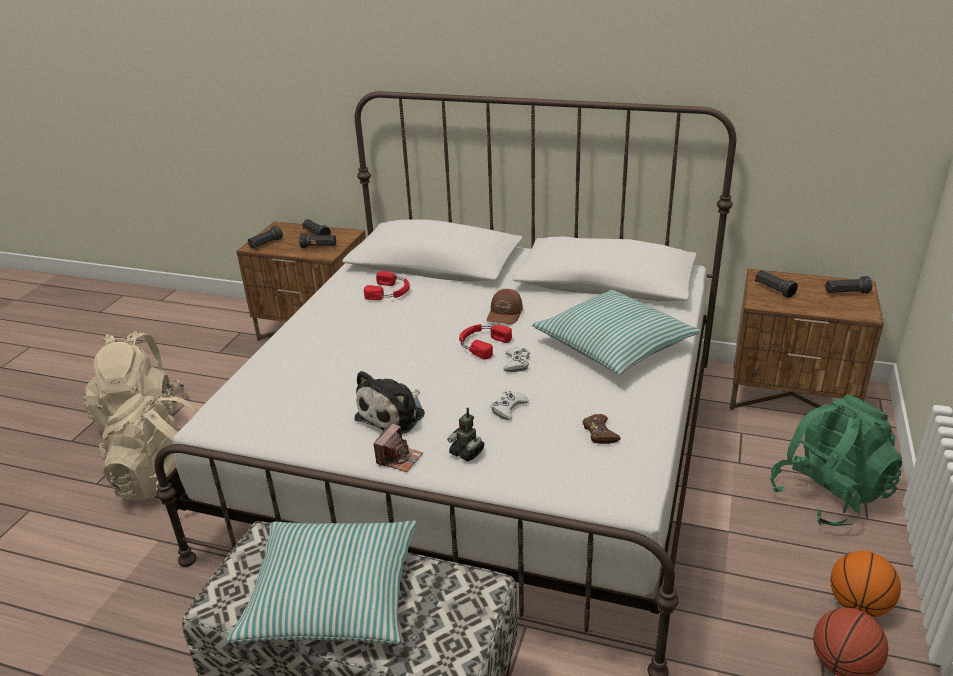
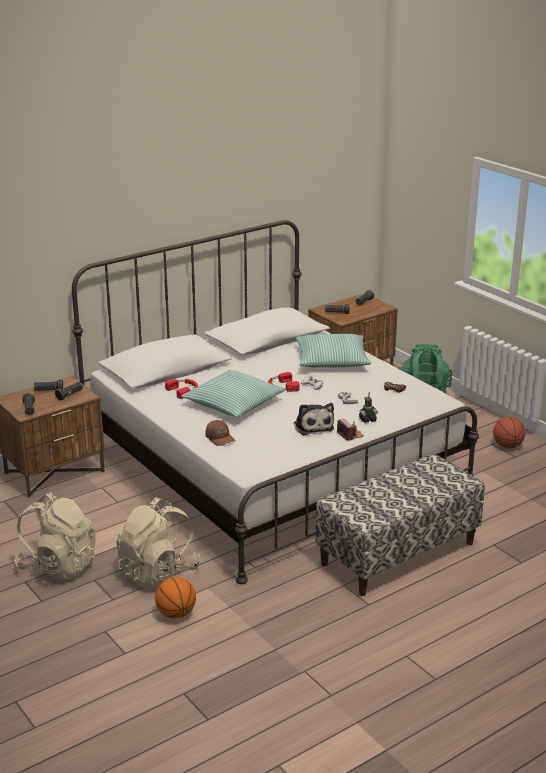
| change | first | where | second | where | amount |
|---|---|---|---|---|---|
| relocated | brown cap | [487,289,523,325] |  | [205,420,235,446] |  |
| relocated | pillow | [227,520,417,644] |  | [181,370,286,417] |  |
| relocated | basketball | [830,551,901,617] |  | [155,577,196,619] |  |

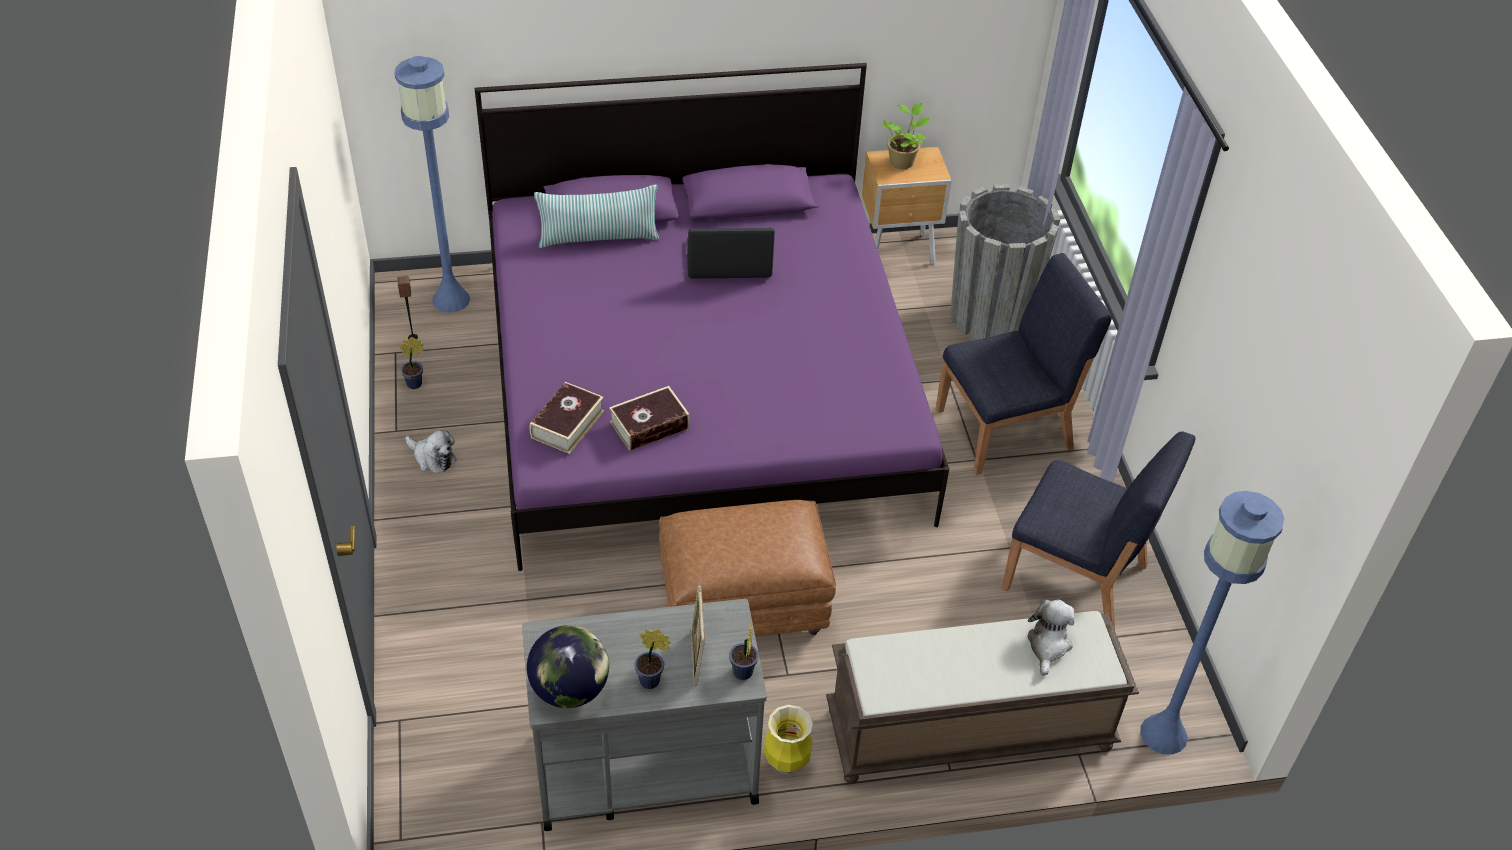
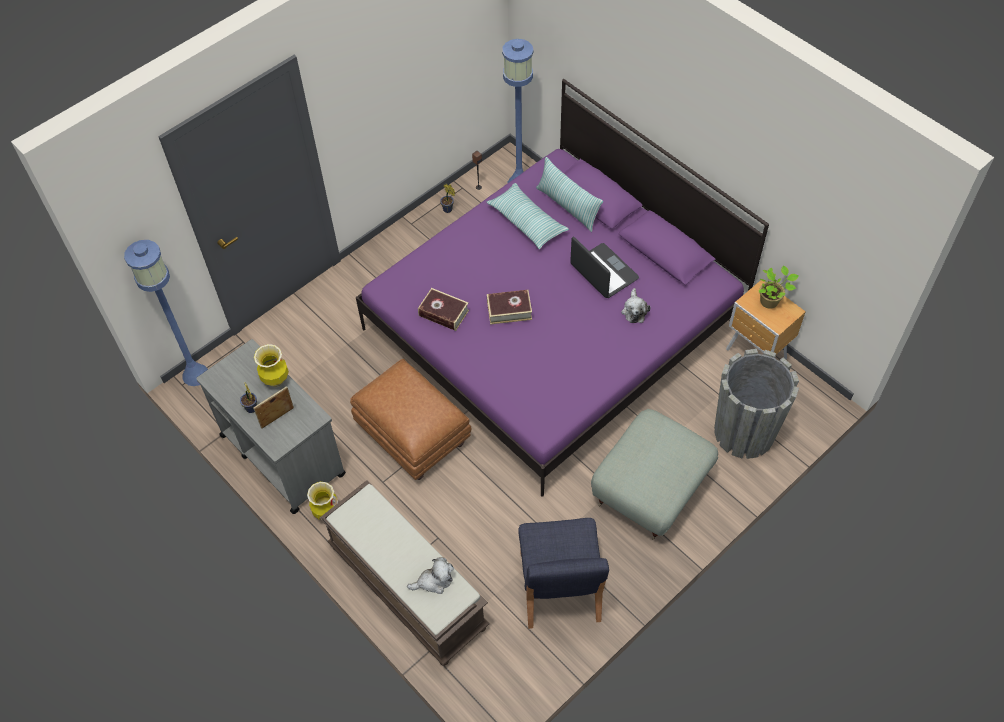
| change | first | where | second | where | amount |
|---|---|---|---|---|---|
| exchanged | blue chair | [936,253,1112,475] | grey ottoman | [591,409,718,540] |  |
| relocated | book | [529,382,604,454] |  | [487,290,532,325] |  |
| relocated | plush toy | [405,430,457,473] |  | [621,288,650,323] |  |
| relocated | blue floor lamp | [1140,491,1285,755] |  | [124,240,208,386] |  |
| missing | potted plant | [729,623,759,680] |  |  |  |
| missing | globe | [527,625,609,708] |  |  |  |
| appeared |  |  | pillow | [487,183,569,249] |  |
| appeared |  |  | vase | [254,344,289,387] |  |

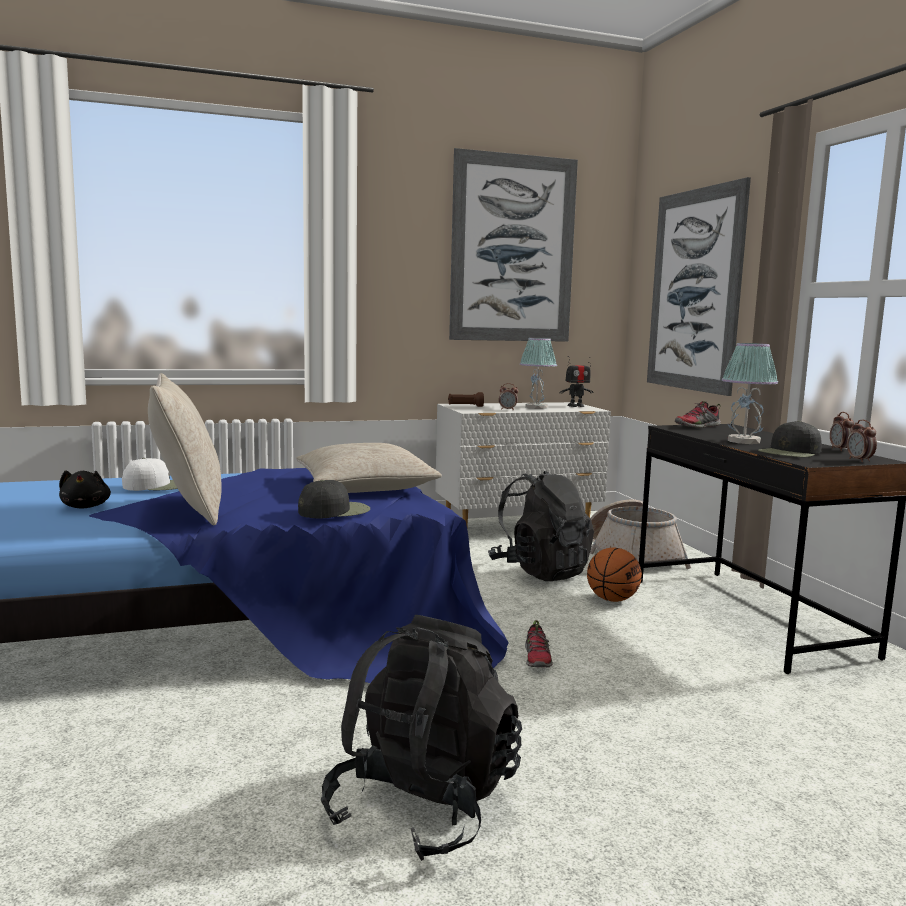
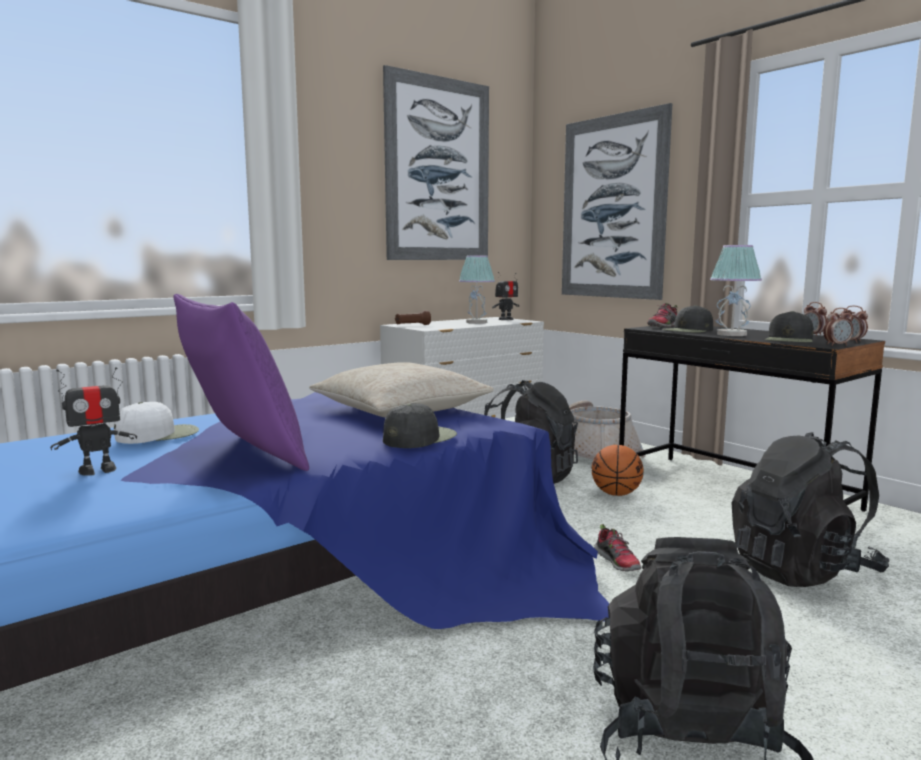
| change | first | where | second | where | amount |
|---|---|---|---|---|---|
| colour | beige pillow | [148,373,222,525] | purple pillow | [174,294,309,471] |  |
| relocated | alarm clock | [499,383,518,410] |  | [823,308,854,346] |  |
| exchanged | black plush toy | [59,470,111,508] | toy robot | [50,367,137,476] |  |
| appeared |  |  | black cap | [662,305,713,333] |  |
| appeared |  |  | black backpack | [732,432,889,587] |  |

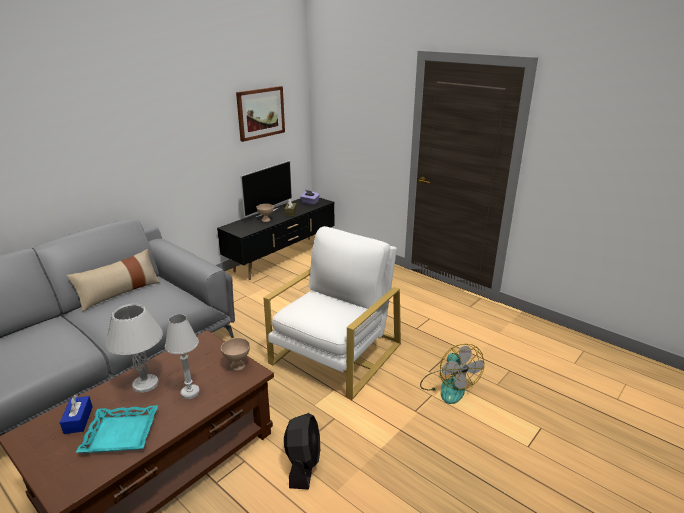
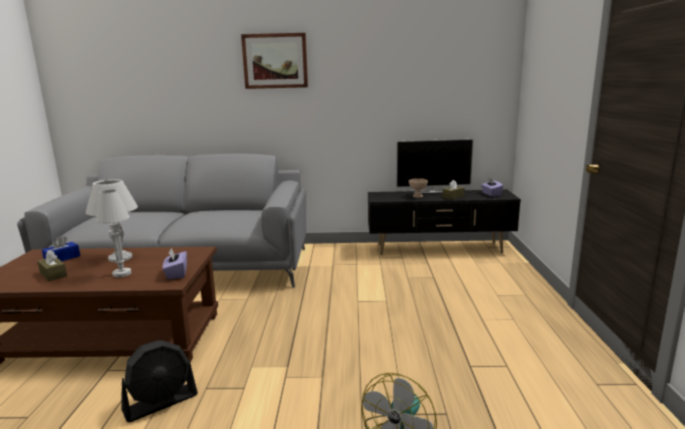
| change | first | where | second | where | amount |
|---|---|---|---|---|---|
| relocated | picture | [236,86,285,142] |  | [241,33,308,89] |  |
| missing | white armchair | [264,226,401,400] |  |  |  |
| missing | beige pillow | [67,249,160,312] |  |  |  |
| exchanged | beige bowl | [221,338,250,371] | purple tissue box | [163,248,187,279] |  |
| exchanged | turquoise tray | [75,405,158,453] | brown tissue box | [37,250,67,281] |  |

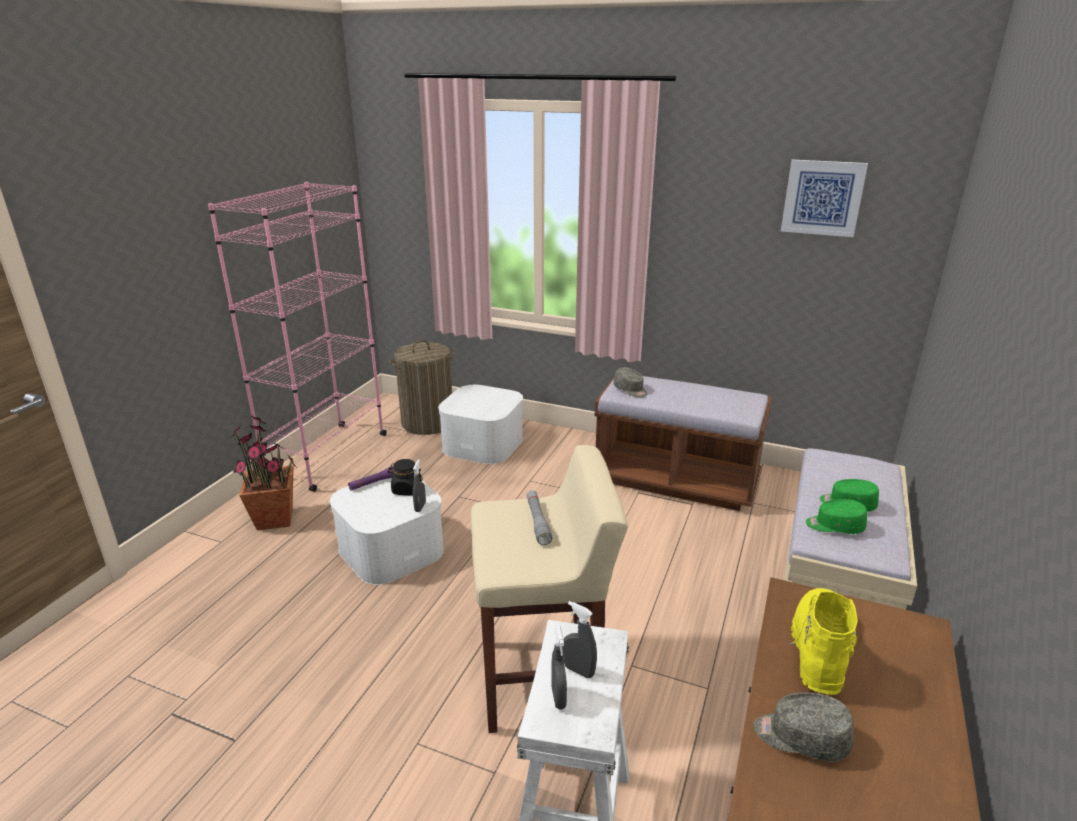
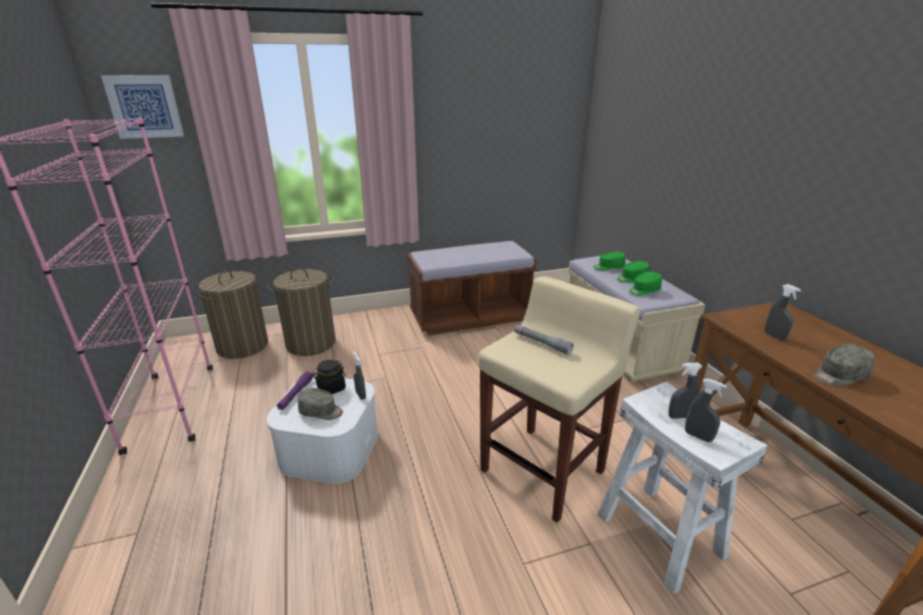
| change | first | where | second | where | amount |
|---|---|---|---|---|---|
| relocated | picture | [781,160,868,237] |  | [101,75,184,139] |  |
| relocated | grey cap | [613,367,647,397] |  | [298,388,343,420] |  |
| exchanged | white storage box | [438,385,523,464] | laundry basket | [267,268,335,356] |  |
| missing | potted plant | [231,415,296,531] |  |  |  |
| exchanged | yellow boot | [789,588,858,695] | grey spray bottle | [765,284,801,340] |  |
| appeared |  |  | green cap | [593,252,626,270] |  |

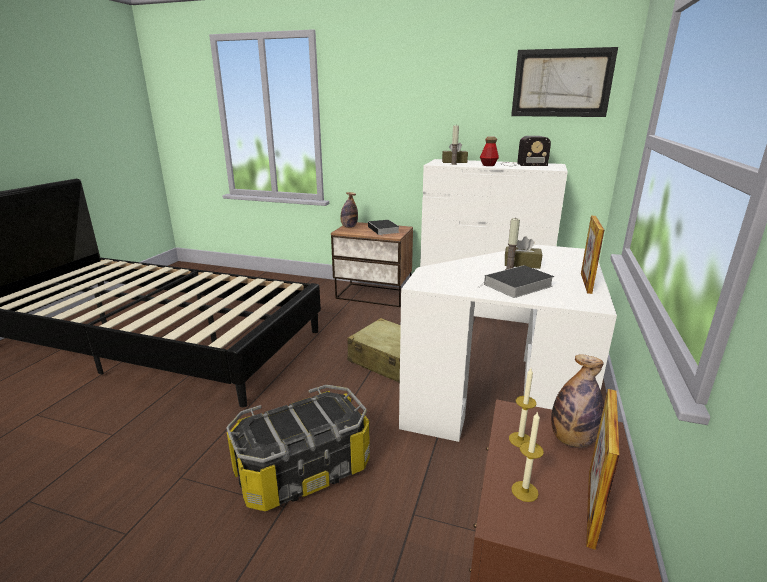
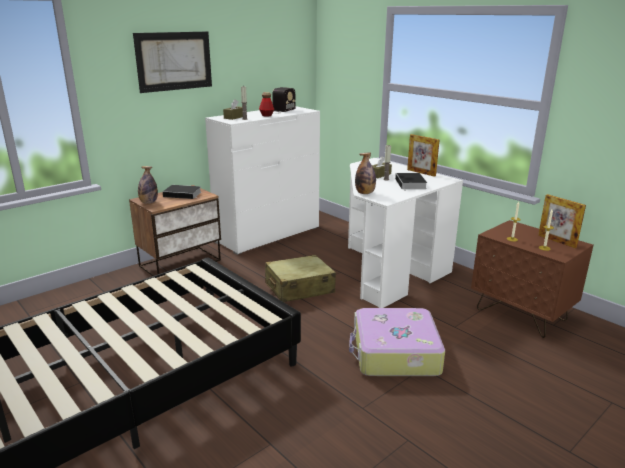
| change | first | where | second | where | amount |
|---|---|---|---|---|---|
| relocated | picture | [511,47,618,117] |  | [133,32,212,93] |  |
| relocated | bottle | [551,354,604,448] |  | [355,153,376,194] |  |
| exchanged | storage box | [226,385,370,511] | suitcase | [349,308,445,376] |  |

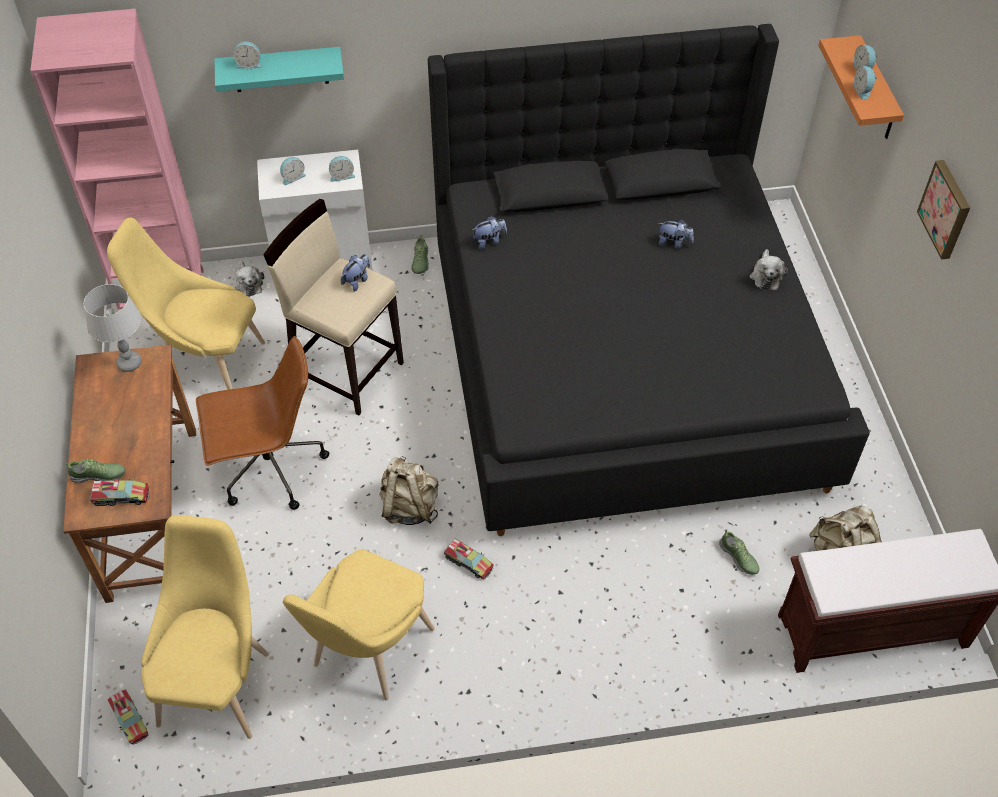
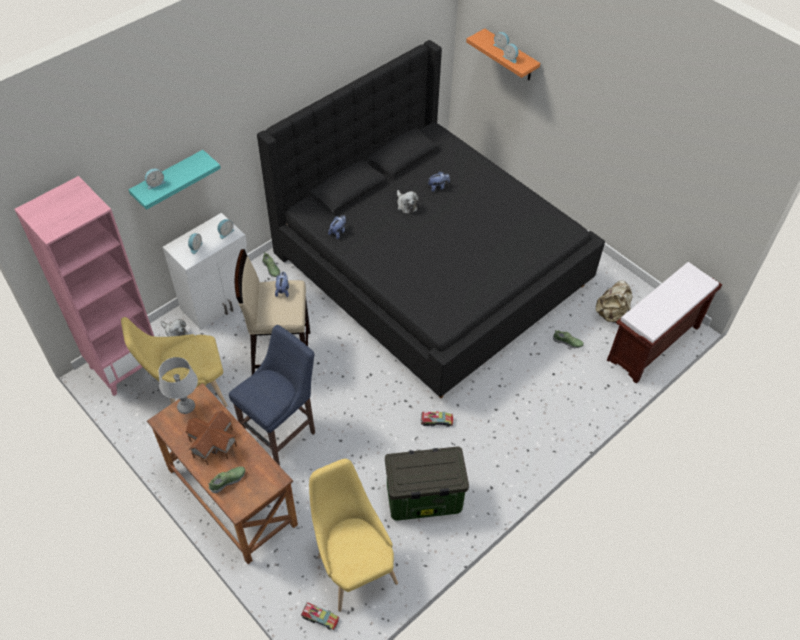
| change | first | where | second | where | amount |
|---|---|---|---|---|---|
| missing | picture | [917,160,970,260] |  |  |  |
| relocated | plush toy | [750,249,788,290] |  | [397,190,419,214] |  |
| exchanged | brown office chair | [196,336,329,510] | blue stool | [229,325,315,466] |  |
| missing | beige backpack | [379,456,439,525] |  |  |  |
| missing | toy truck | [90,479,150,506] |  |  |  |
| exchanged | yellow chair | [283,549,435,700] | storage box | [385,446,469,520] |  |
| appeared |  |  | toy house | [185,410,237,465] |  |

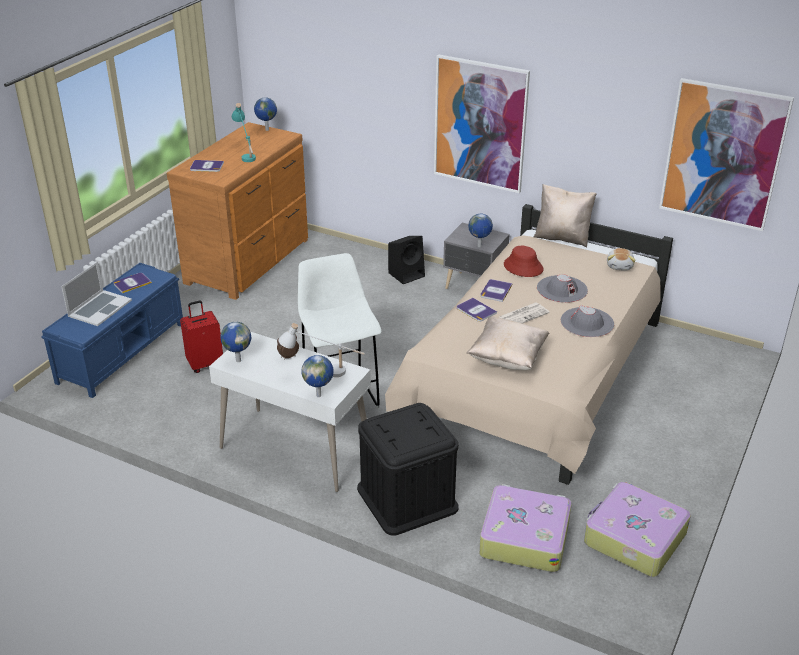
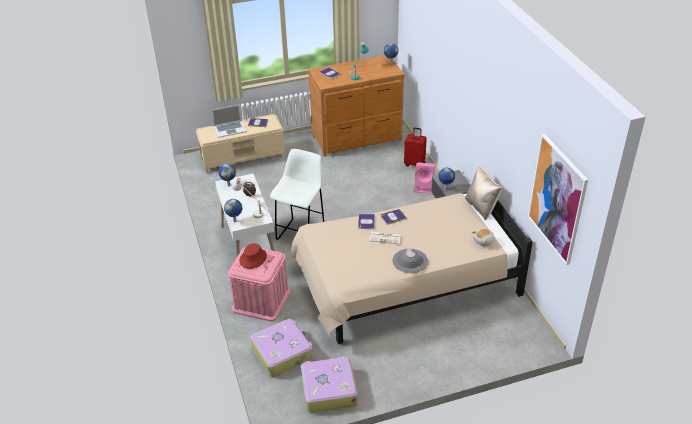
| change | first | where | second | where | amount |
|---|---|---|---|---|---|
| missing | picture | [434,54,530,193] |  |  |  |
| colour | black speaker | [388,236,425,284] | pink speaker | [414,162,435,194] |  |
| relocated | red hat | [504,246,543,277] |  | [239,243,267,269] |  |
| colour | blue bench | [41,263,183,398] | beige bench | [196,114,285,174] |  |
| missing | grey hat | [537,274,588,303] |  |  |  |
| relocated | red suitcase | [180,300,223,373] |  | [404,128,427,167] |  |
| missing | beige pillow | [467,317,549,370] |  |  |  |
| colour | black storage box | [357,403,459,536] | pink storage box | [228,247,290,321] |  |

